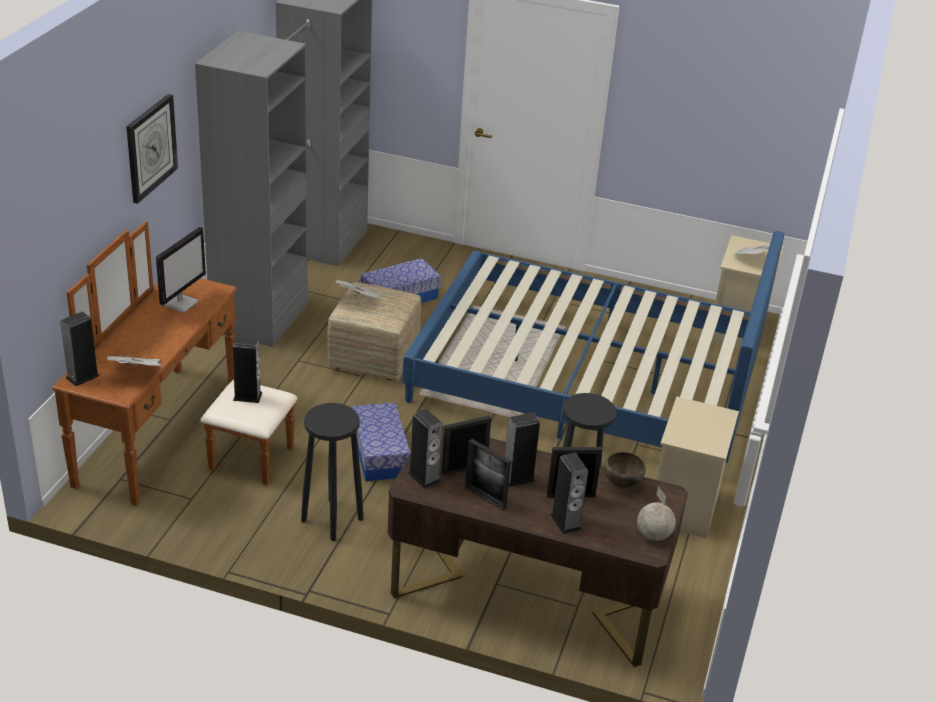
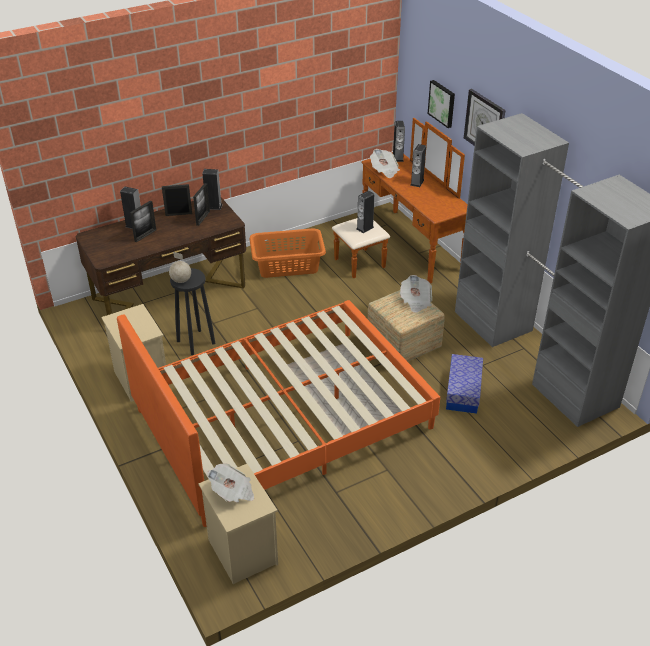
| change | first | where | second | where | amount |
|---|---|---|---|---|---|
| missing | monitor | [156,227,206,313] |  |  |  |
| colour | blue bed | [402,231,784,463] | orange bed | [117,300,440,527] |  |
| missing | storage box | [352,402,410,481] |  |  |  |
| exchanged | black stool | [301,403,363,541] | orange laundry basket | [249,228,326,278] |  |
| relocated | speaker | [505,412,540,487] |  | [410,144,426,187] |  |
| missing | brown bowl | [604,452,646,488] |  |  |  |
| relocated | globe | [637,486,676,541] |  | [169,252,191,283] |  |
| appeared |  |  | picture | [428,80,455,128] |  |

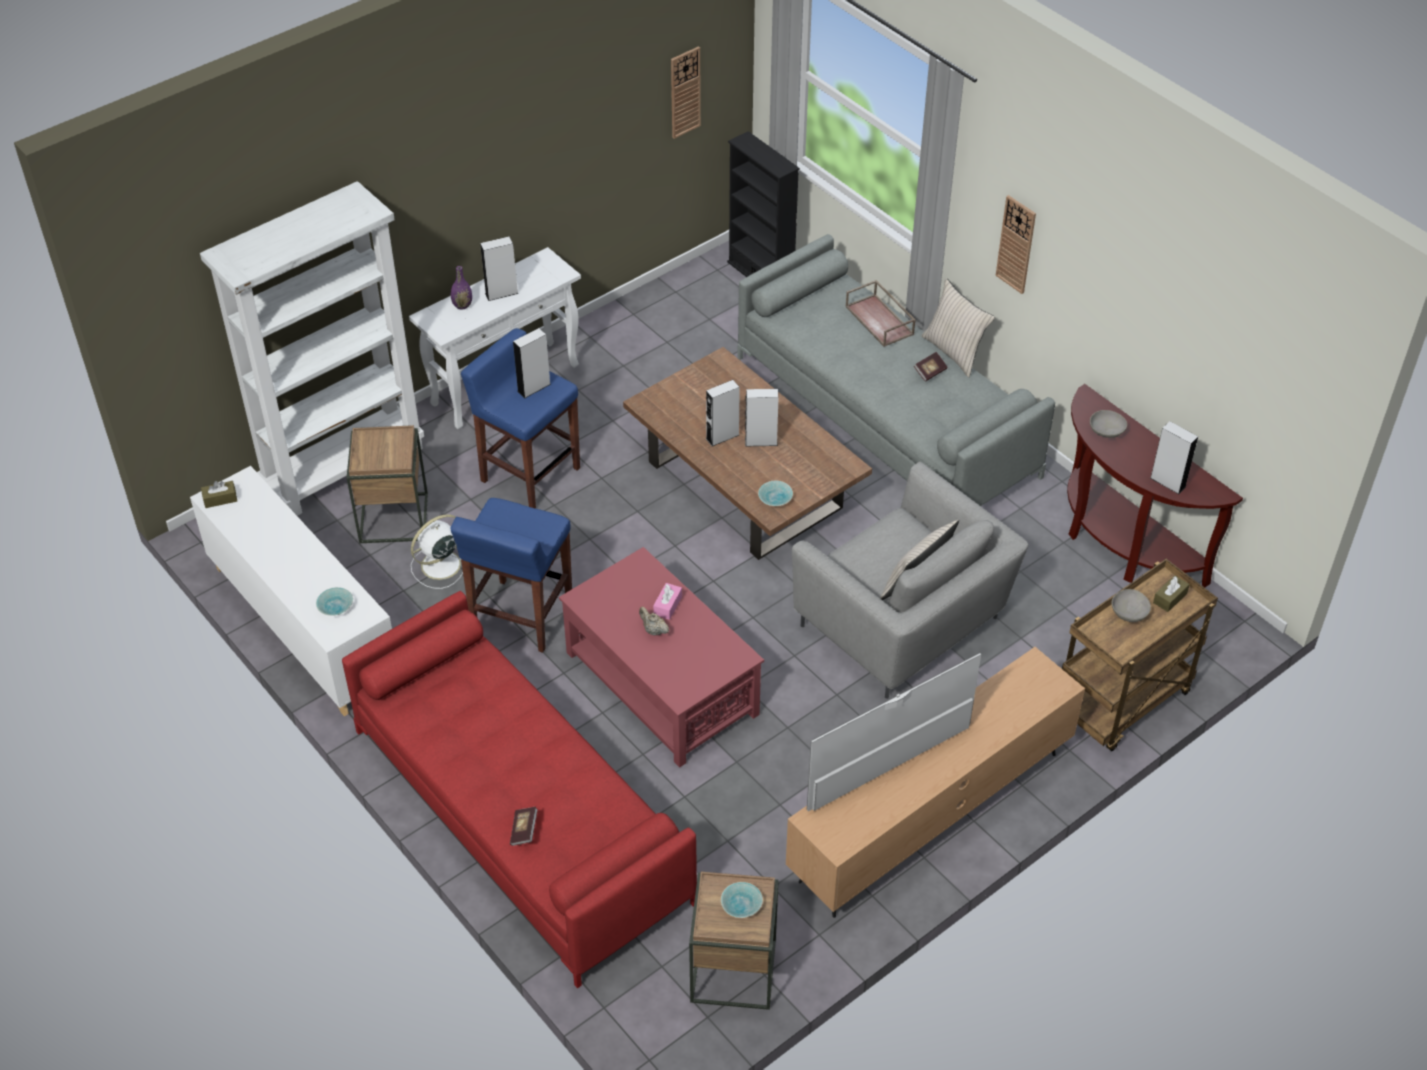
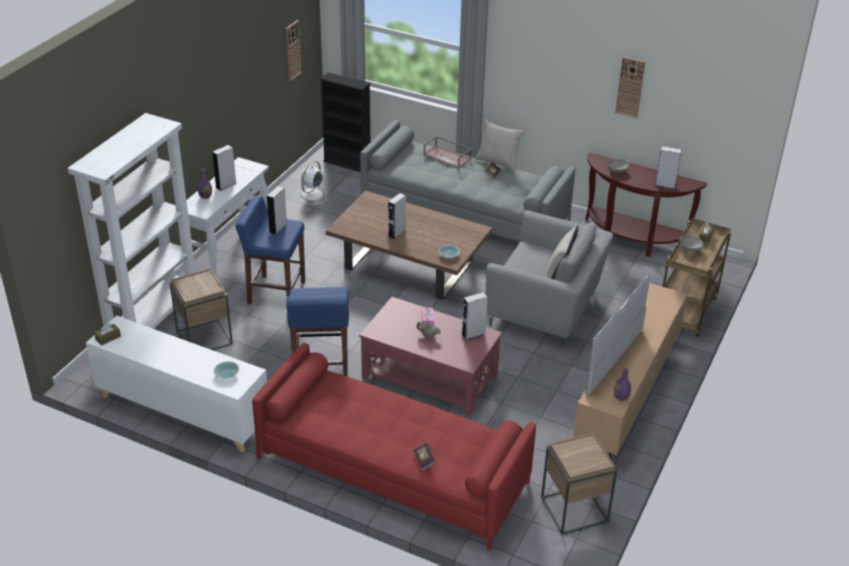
| change | first | where | second | where | amount |
|---|---|---|---|---|---|
| relocated | wall clock | [996,195,1036,294] |  | [615,57,645,118] |  |
| relocated | grey speaker | [745,389,779,446] |  | [462,292,488,340] |  |
| relocated | white fan | [411,514,463,589] |  | [296,161,327,204] |  |
| missing | turquoise bowl | [721,882,763,918] |  |  |  |
| appeared |  |  | purple vase | [614,368,631,401] |  |

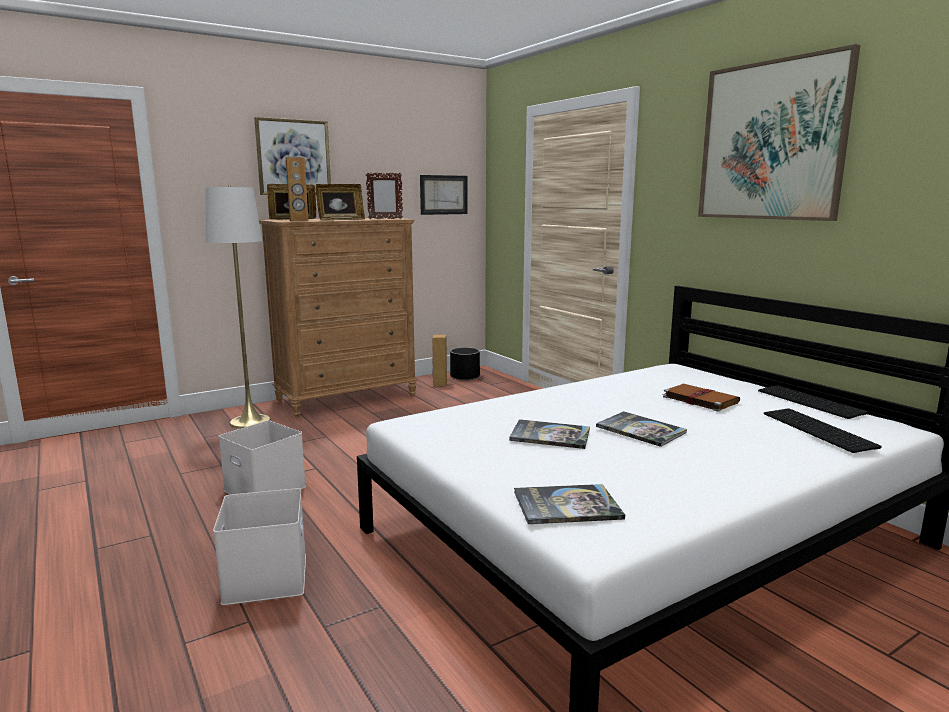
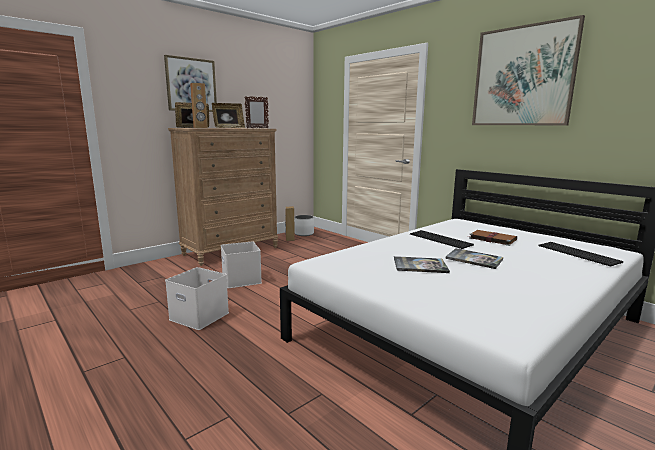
| change | first | where | second | where | amount |
|---|---|---|---|---|---|
| missing | picture | [420,175,468,215] |  |  |  |
| missing | white floor lamp | [205,185,271,429] |  |  |  |
| colour | black planter | [450,347,480,380] | white planter | [294,215,314,236] |  |
| relocated | keyboard | [758,385,868,419] |  | [410,230,474,249] |  |
| missing | book | [514,484,625,524] |  |  |  |
| relocated | white storage box | [213,488,306,605] |  | [221,241,262,288] |  |

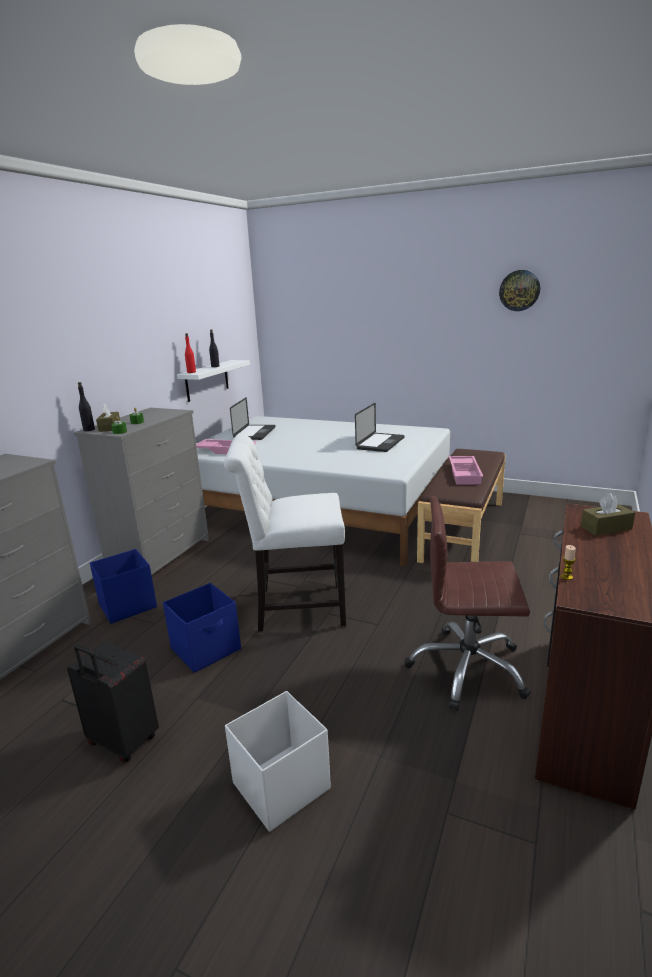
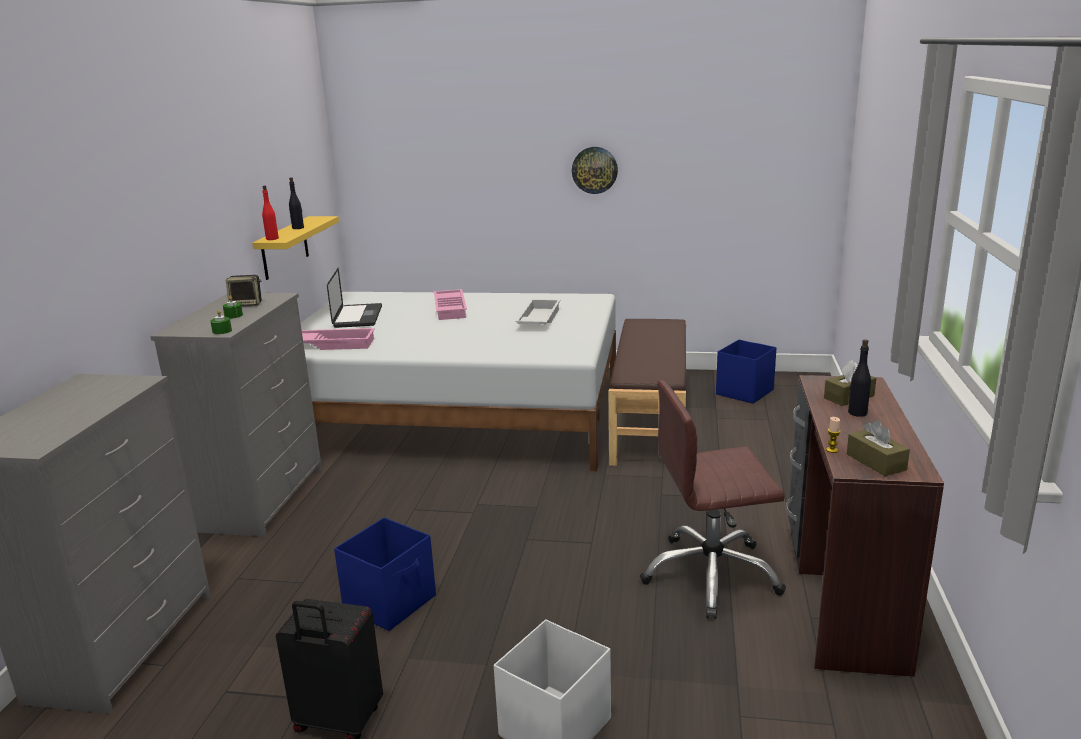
| change | first | where | second | where | amount |
|---|---|---|---|---|---|
| relocated | wall clock | [499,270,540,311] |  | [572,147,618,194] |  |
| colour | white shelf | [177,360,250,402] | yellow shelf | [252,216,339,280] |  |
| relocated | black bottle | [78,382,95,431] |  | [848,339,871,417] |  |
| exchanged | laptop | [355,403,405,452] | white tray | [515,299,560,325] |  |
| relocated | brown tissue box | [96,404,120,432] |  | [847,420,910,476] |  |
| missing | white chair | [224,434,346,632] |  |  |  |
| relocated | pink tray | [449,456,483,484] |  | [434,289,467,320] |  |
| relocated | blue storage box | [90,549,157,624] |  | [716,340,777,404] |  |
| appeared |  |  | speaker | [226,275,262,307] |  |

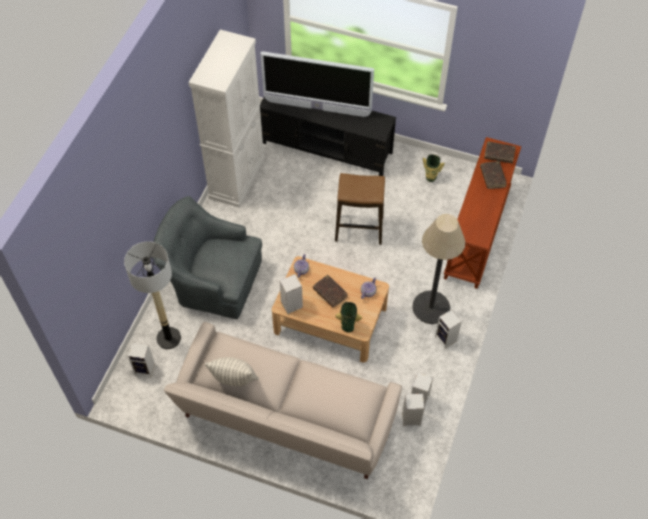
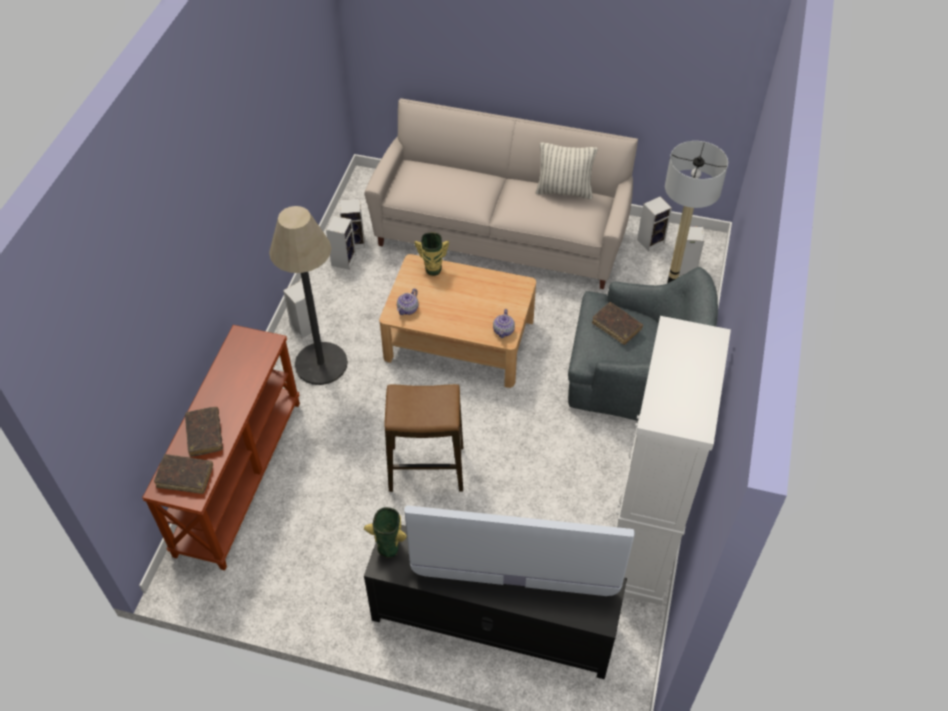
| change | first | where | second | where | amount |
|---|---|---|---|---|---|
| relocated | vase | [423,155,445,182] |  | [364,507,407,558] |  |
| relocated | speaker | [279,274,303,314] |  | [637,197,672,251] |  |
| relocated | brown book | [313,275,348,307] |  | [592,302,643,345] |  |

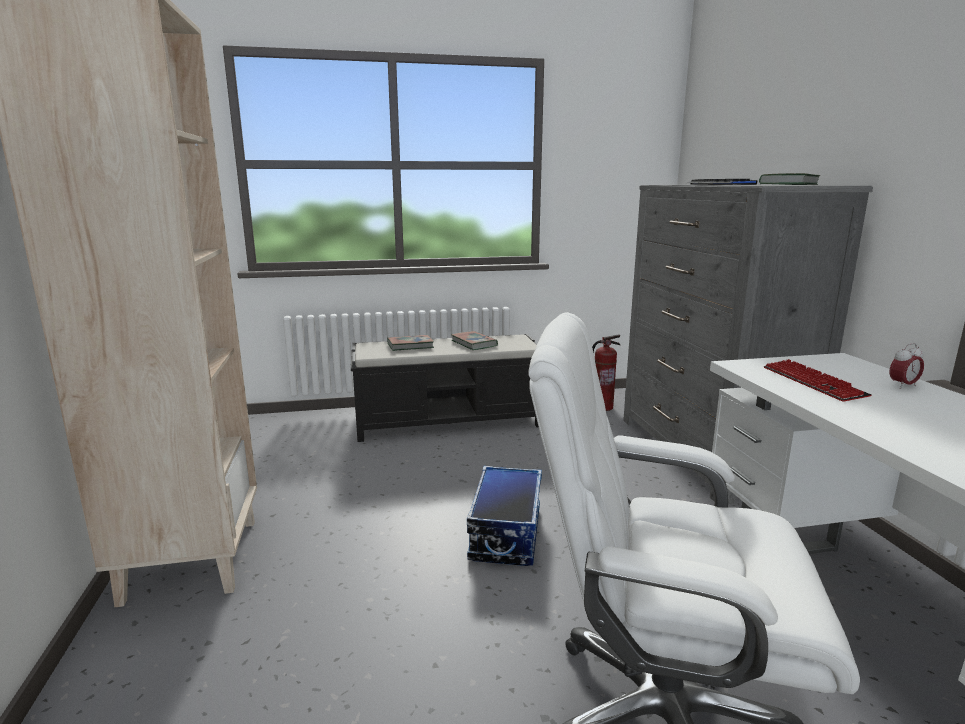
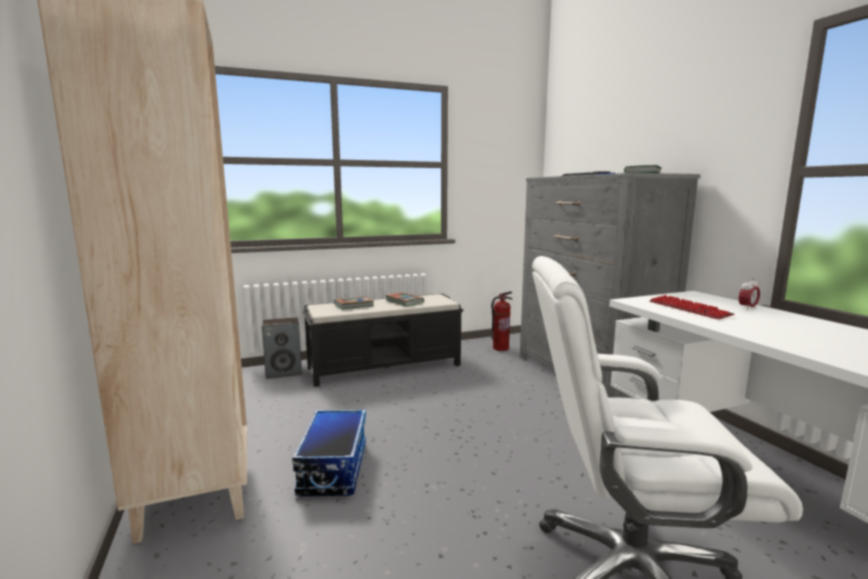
| change | first | where | second | where | amount |
|---|---|---|---|---|---|
| relocated | storage box | [467,466,542,566] |  | [292,410,366,496] |  |
| appeared |  |  | speaker | [262,317,302,379] |  |

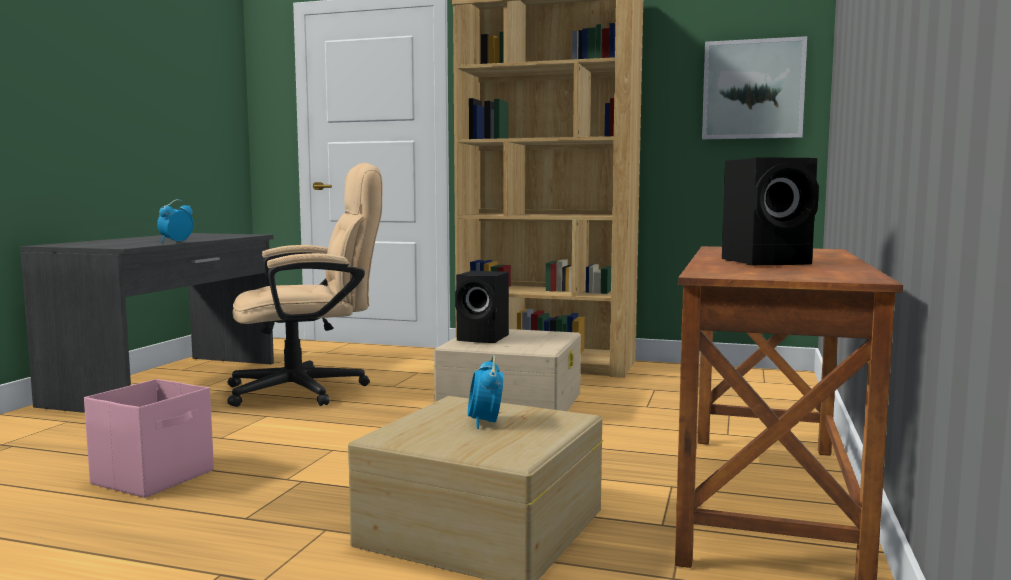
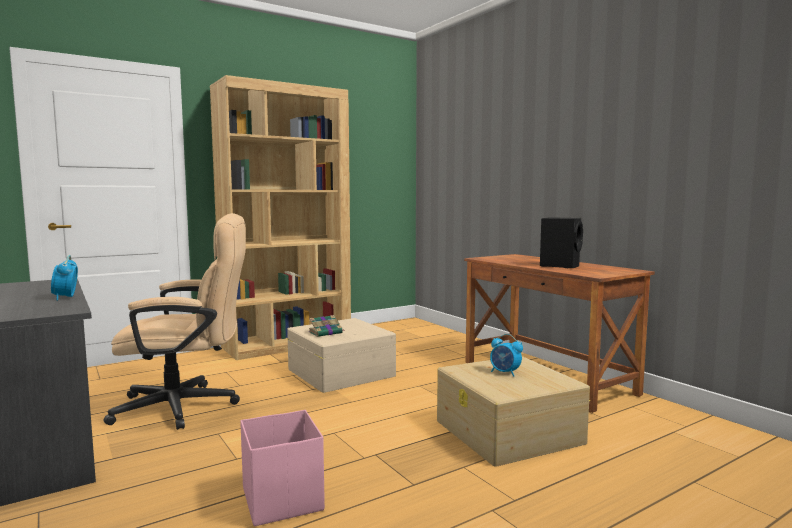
| change | first | where | second | where | amount |
|---|---|---|---|---|---|
| missing | picture | [702,36,807,139] |  |  |  |
| spun | beige office chair | [227,163,382,407] |  | [104,213,246,430] | 60 degrees clockwise |
| exchanged | black speaker | [455,271,509,343] | book | [309,315,345,337] |  |

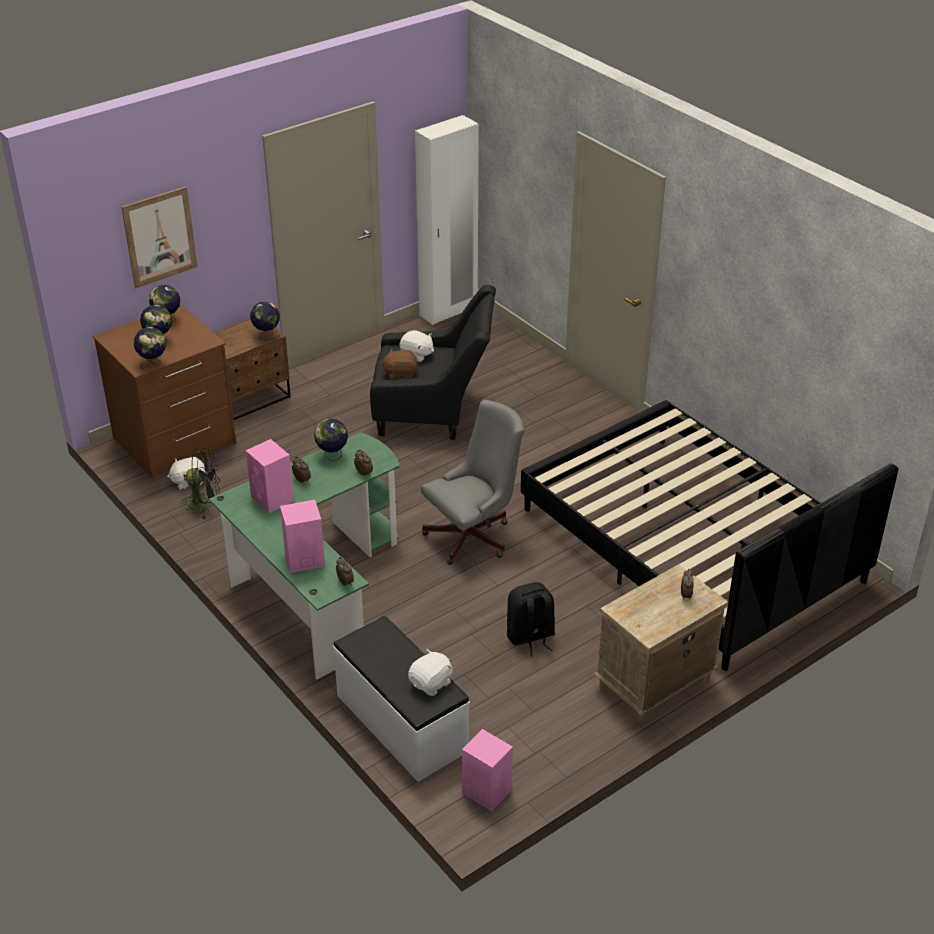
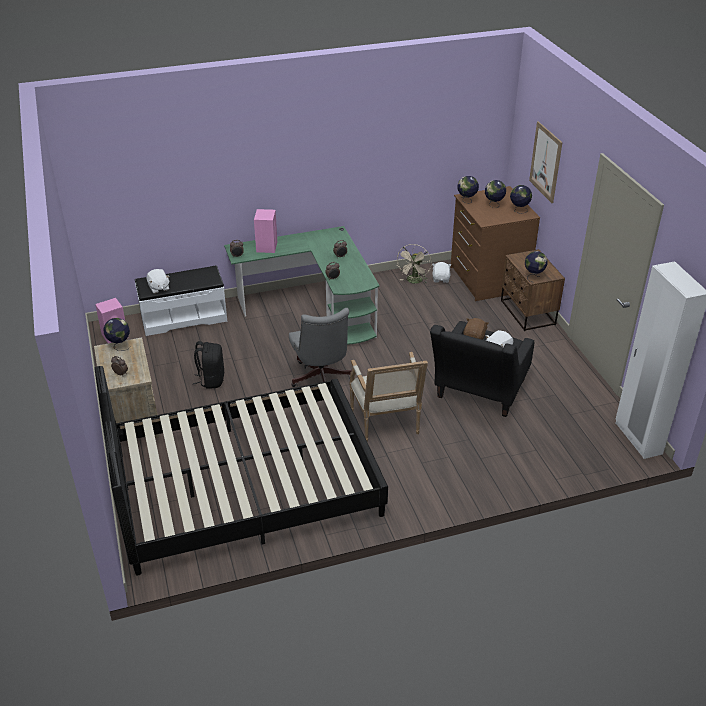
| change | first | where | second | where | amount |
|---|---|---|---|---|---|
| relocated | globe | [314,419,348,461] |  | [104,318,131,351] |  |
| missing | pink speaker | [245,439,294,513] |  |  |  |
| colour | black fan | [180,448,220,519] | beige fan | [396,244,432,284] |  |
| appeared |  |  | armchair | [350,352,428,442] |  |

